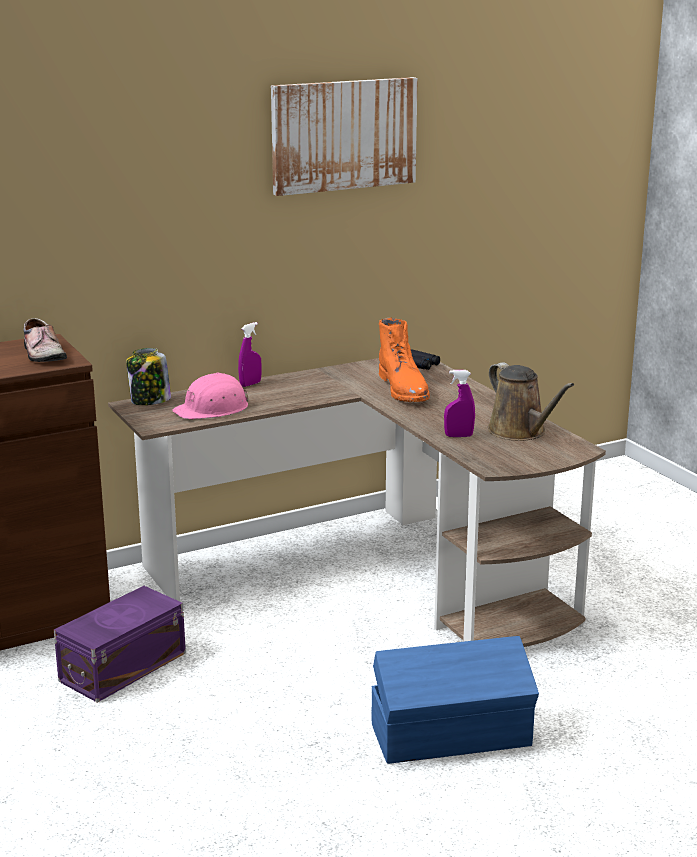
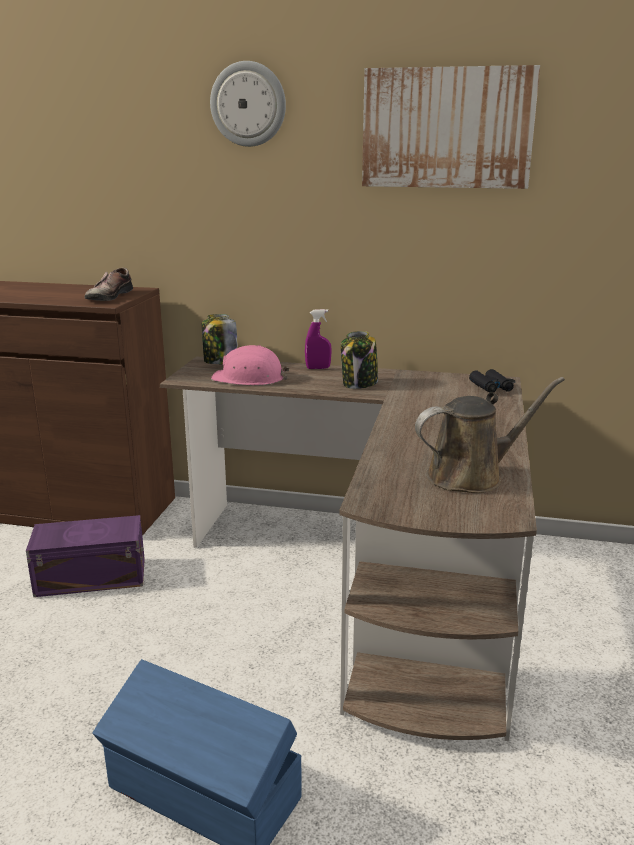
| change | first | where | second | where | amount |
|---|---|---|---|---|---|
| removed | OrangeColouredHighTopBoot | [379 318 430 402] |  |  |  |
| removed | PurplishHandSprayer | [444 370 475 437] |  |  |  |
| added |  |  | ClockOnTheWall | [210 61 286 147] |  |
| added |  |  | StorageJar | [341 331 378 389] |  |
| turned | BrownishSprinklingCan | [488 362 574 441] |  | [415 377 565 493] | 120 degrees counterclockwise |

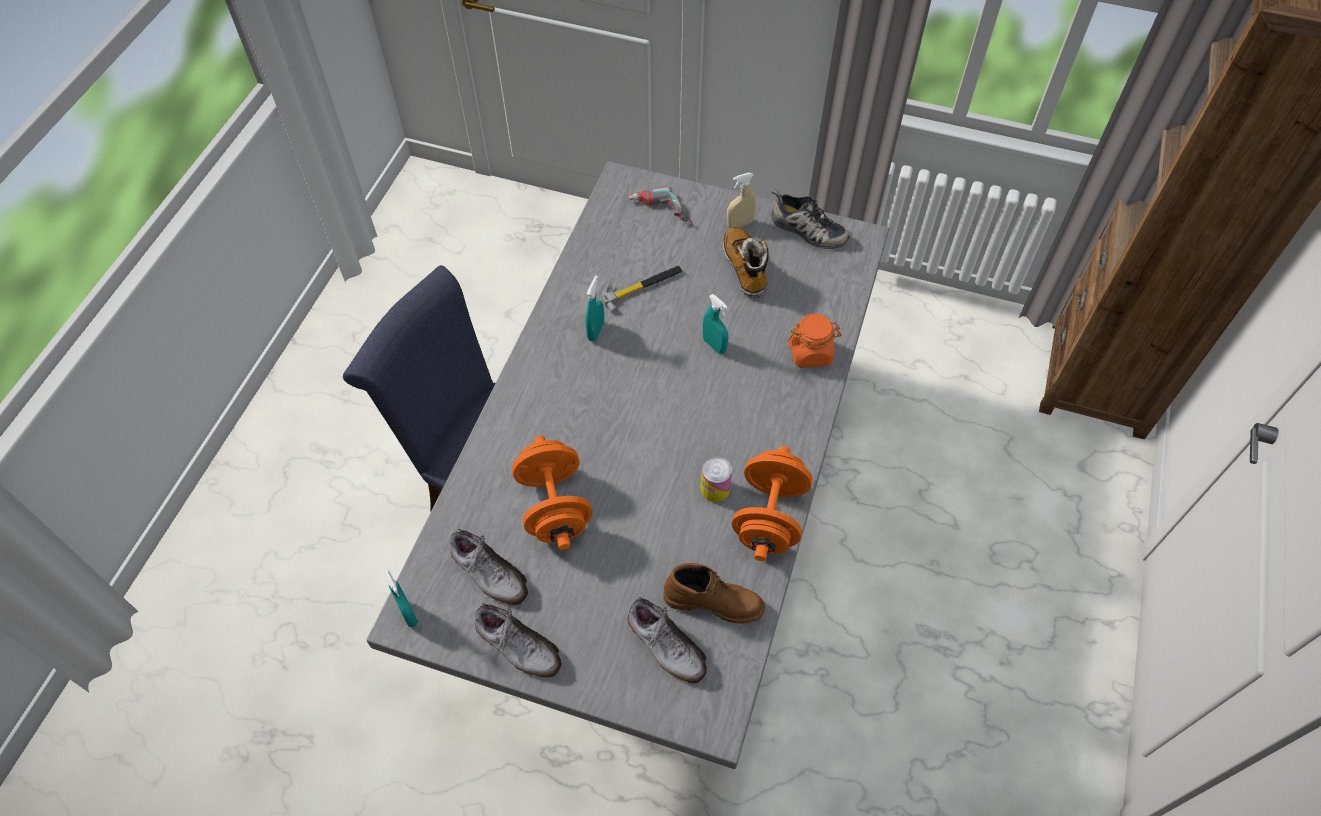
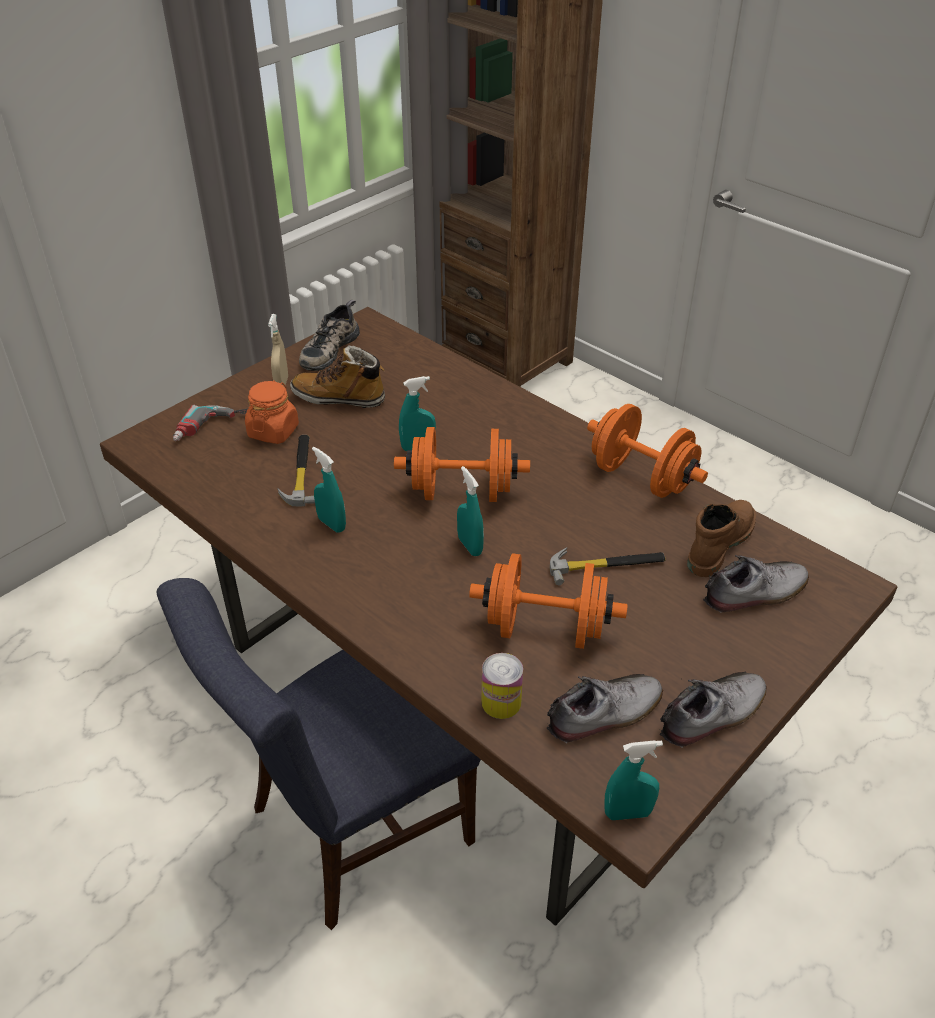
| change | first | where | second | where | amount |
|---|---|---|---|---|---|
| added |  |  | OrangeColouredFreeWeight | [394 427 530 502] |  |
| added |  |  | TurquoiseColouredHandSprayer | [457 466 484 556] |  |
| added |  |  | ToolHammer | [550 547 665 586] |  |
| moved | SealedCan | [700 456 732 502] |  | [481 653 523 719] |  |
| moved | OrangeColouredStorageJar | [788 314 841 368] |  | [245 380 299 444] |  |
| recoloured | GrayKitchenTable | [367 161 889 769] | BrownishKitchenTable | [100 307 897 926] |  |
| turned | LowShoe | [771 190 850 249] |  | [299 300 360 371] | 150 degrees clockwise |

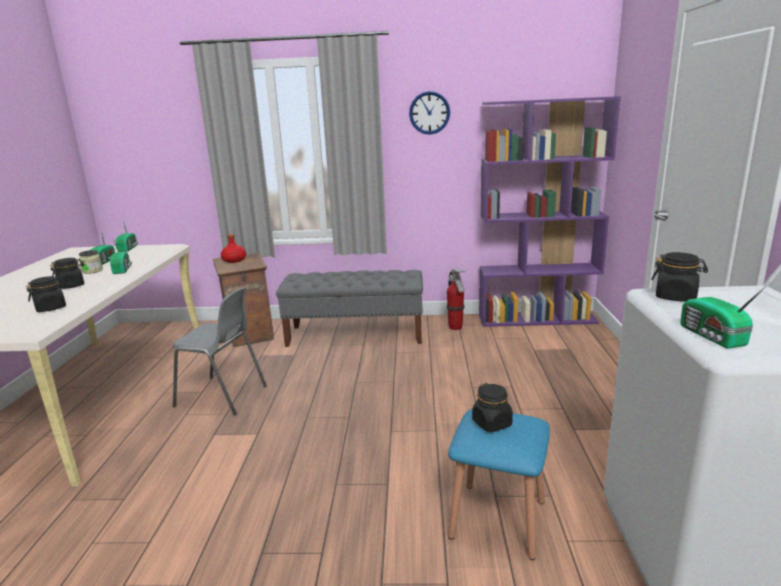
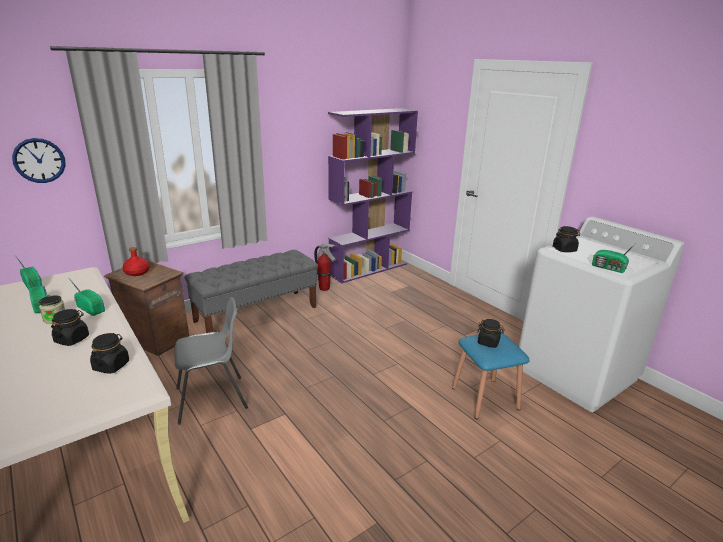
| change | first | where | second | where | amount |
|---|---|---|---|---|---|
| moved | ClockOnTheWall | [409 91 450 135] |  | [12 138 66 183] |  |

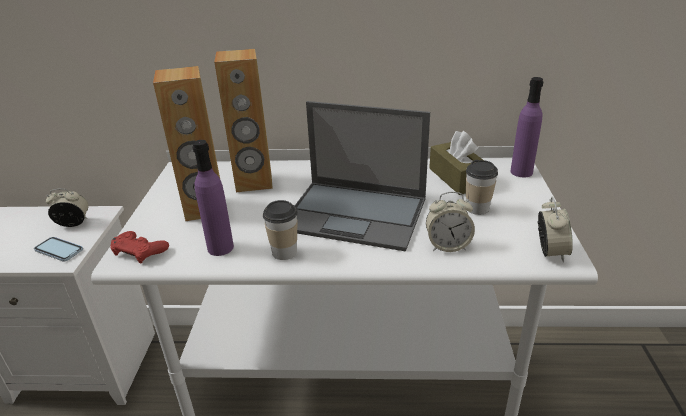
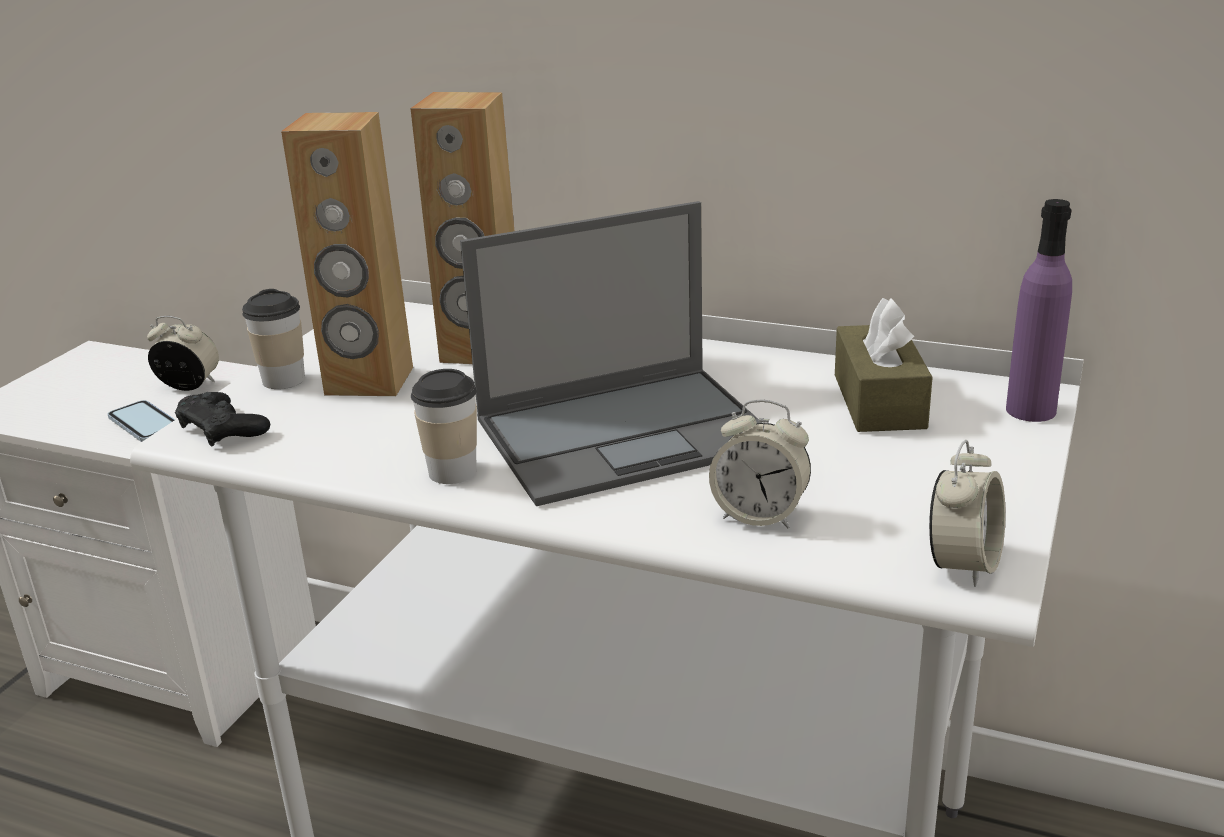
| change | first | where | second | where | amount |
|---|---|---|---|---|---|
| removed | PurplishBeverageBottle | [192 140 234 256] |  |  |  |
| moved | SmallCup | [466 160 498 215] |  | [242 289 305 389] |  |
| recoloured | ReddishGameController | [110 231 169 264] | BlackishGameController | [175 392 270 447] |  |
| turned | PortableComputer | [295 101 430 251] |  | [460 201 762 506] | 60 degrees counterclockwise |

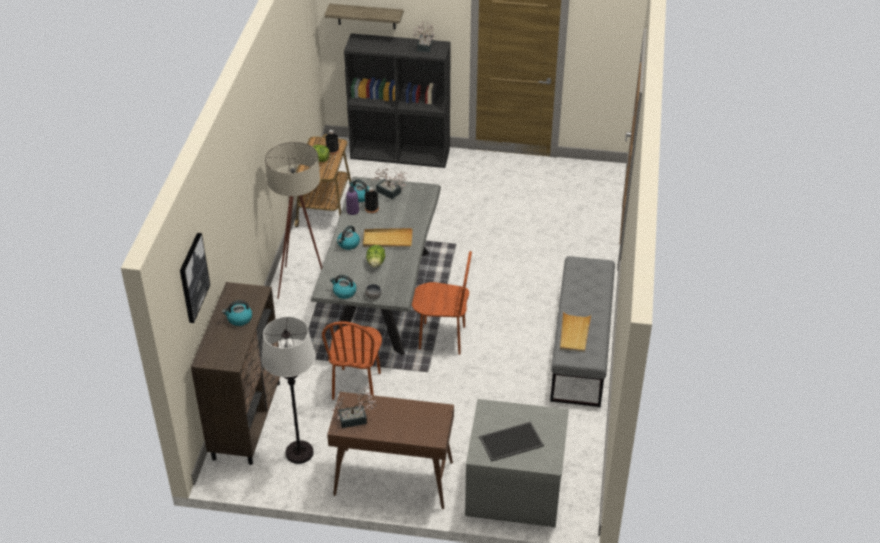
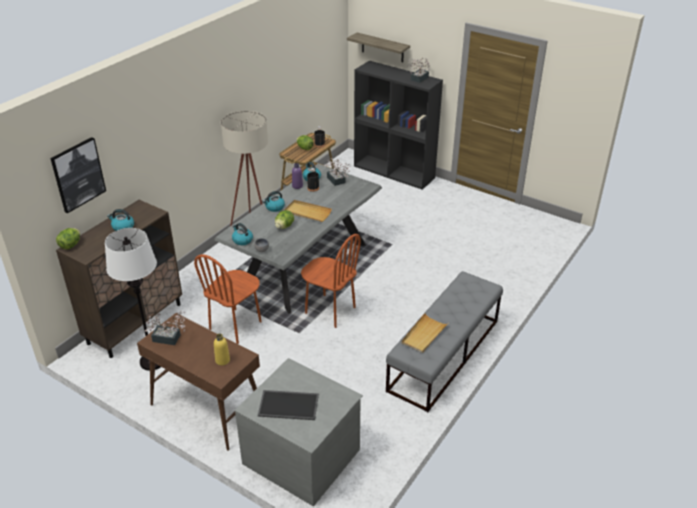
| change | first | where | second | where | amount |
|---|---|---|---|---|---|
| added |  |  | LettuceHead | [56 228 80 249] |  |
| added |  |  | YellowBeverageBottle | [214 333 230 365] |  |

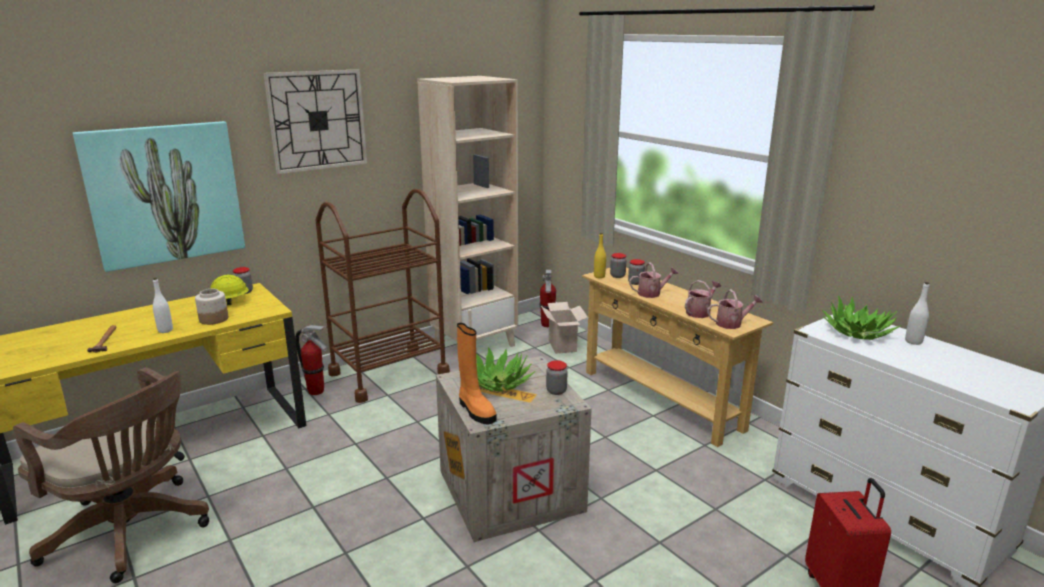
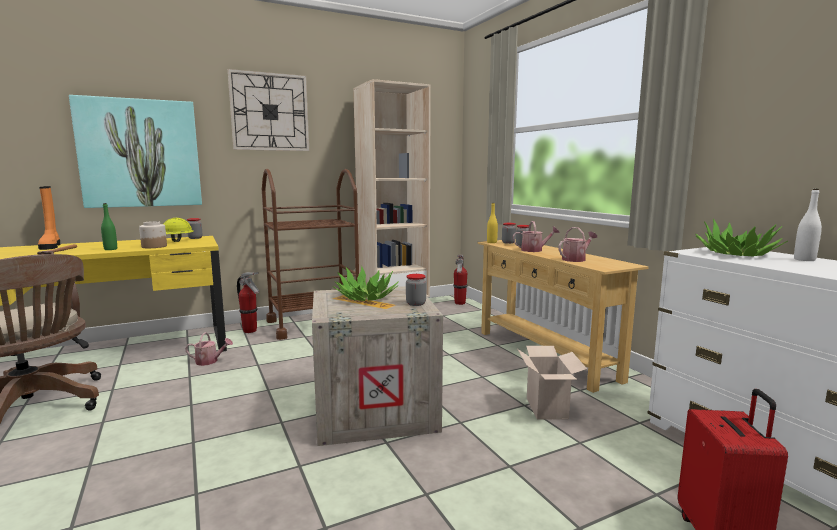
| change | first | where | second | where | amount |
|---|---|---|---|---|---|
| moved | OrangeColouredHighTopBoot | [457 323 496 424] |  | [38 186 60 250] |  |
| moved | Carton | [541 302 588 354] |  | [517 346 587 420] |  |
| moved | SprinklingCan | [707 289 763 329] |  | [185 332 233 366] |  |
| recoloured | WhiteBeverageBottle | [153 278 173 333] | GreenBeverageBottle | [101 203 117 250] |  |

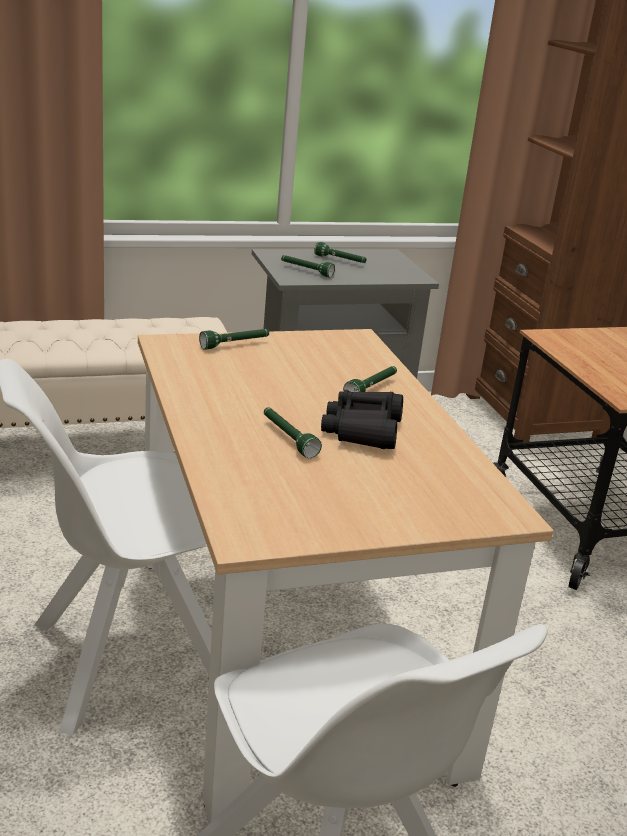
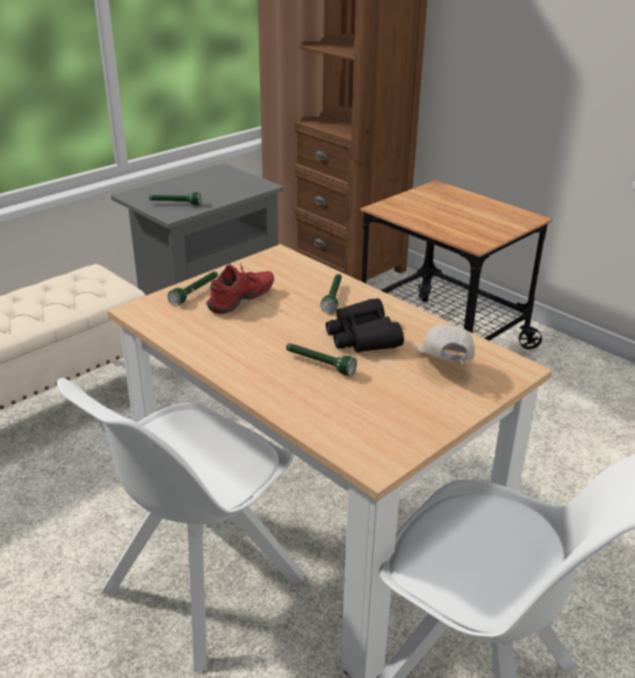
| change | first | where | second | where | amount |
|---|---|---|---|---|---|
| removed | GreenTorch | [314 242 367 263] |  |  |  |
| added |  |  | ReddishLowShoe | [206 263 274 314] |  |
| added |  |  | WhiteCap | [417 324 474 364] |  |

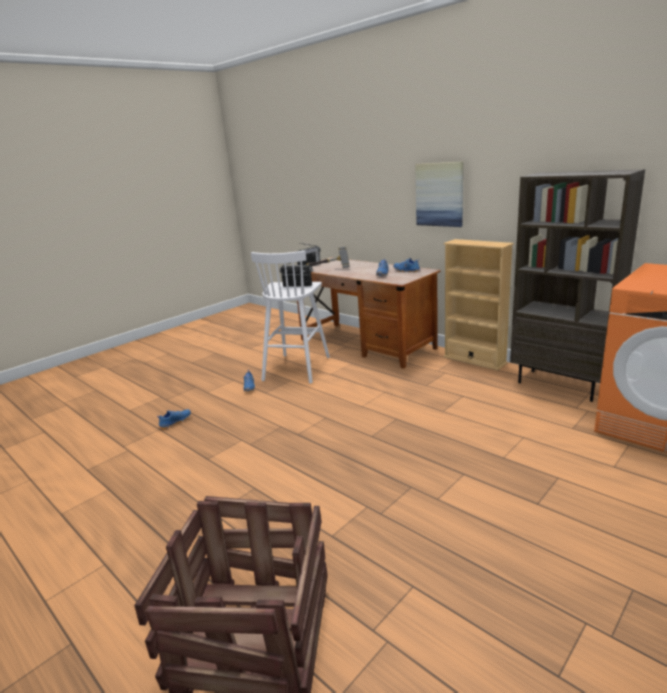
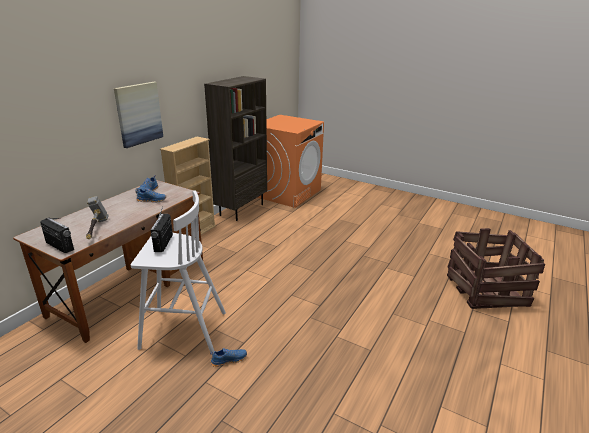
| change | first | where | second | where | amount |
|---|---|---|---|---|---|
| removed | BlueLowShoe | [157 409 191 429] |  |  |  |

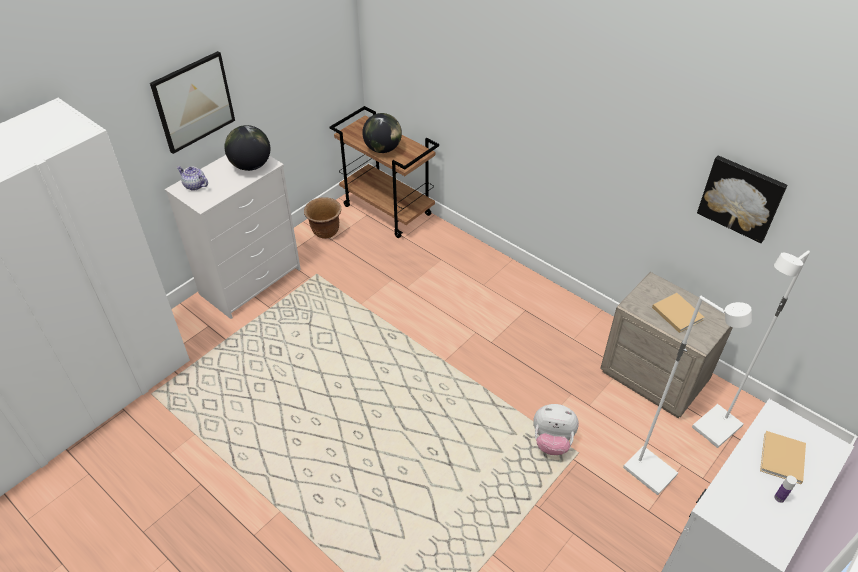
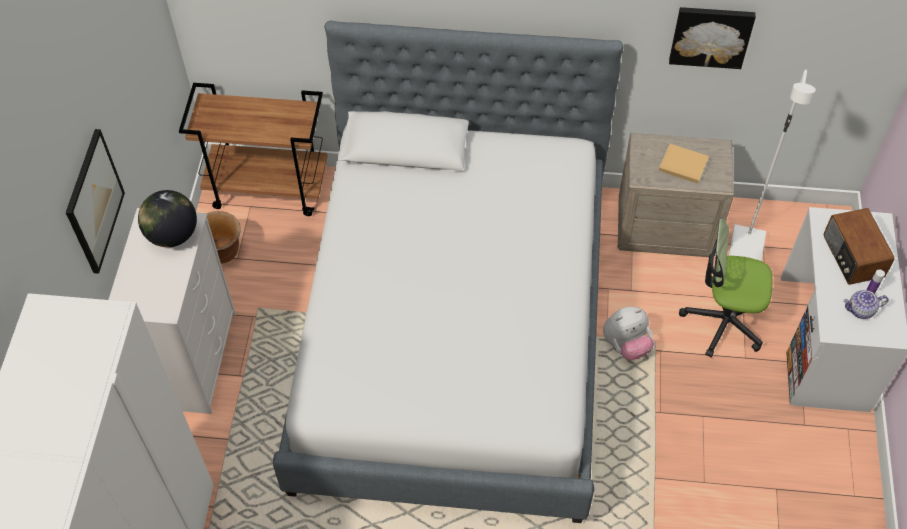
| change | first | where | second | where | amount |
|---|---|---|---|---|---|
| removed | Globe | [362 113 402 153] |  |  |  |
| added |  |  | Bed | [273 20 624 523] |  |
| moved | Teapot | [177 166 208 191] |  | [843 290 888 319] |  |
| replaced | WhiteStandingLamp | [623 296 752 495] | OfficeChair | [679 218 772 357] |  |
| replaced | BeigeColouredBoundBook | [760 431 806 484] | Radio | [824 208 895 285] |  |

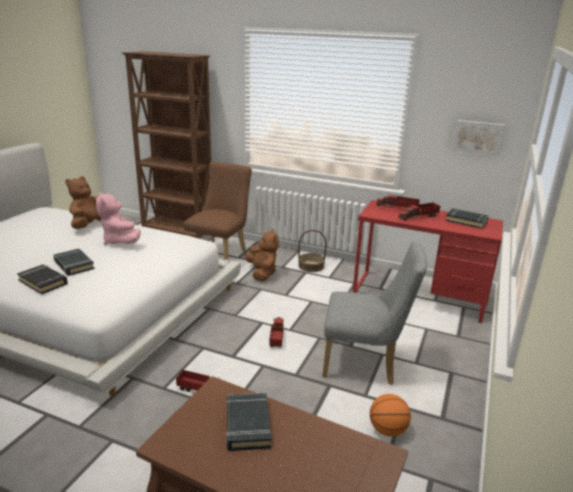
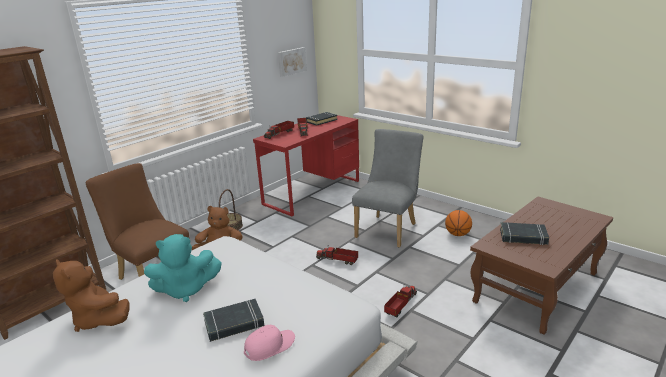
| change | first | where | second | where | amount |
|---|---|---|---|---|---|
| replaced | BlackishBoundBook | [17 265 68 294] | PinkCap | [244 325 295 361] |  |
| recoloured | PinkSoftToy | [96 192 141 245] | TurquoiseColouredSoftToy | [144 234 222 302] |  |

